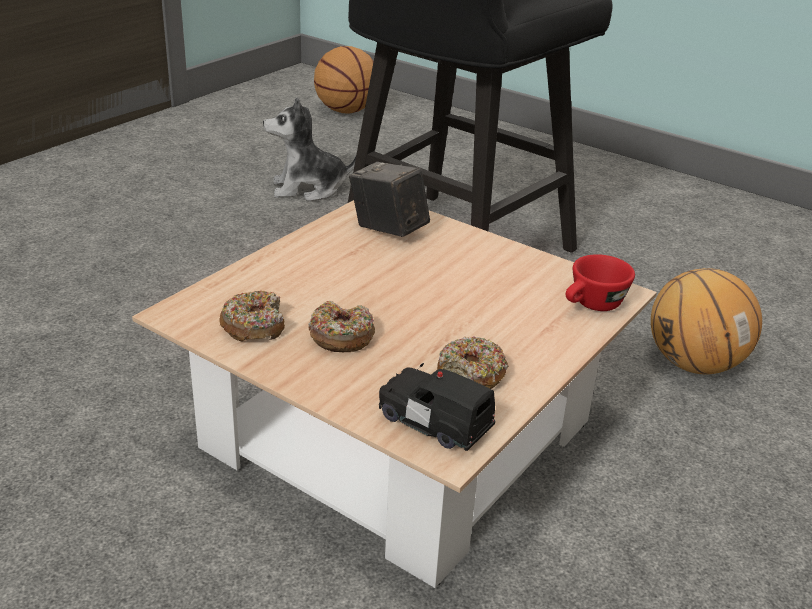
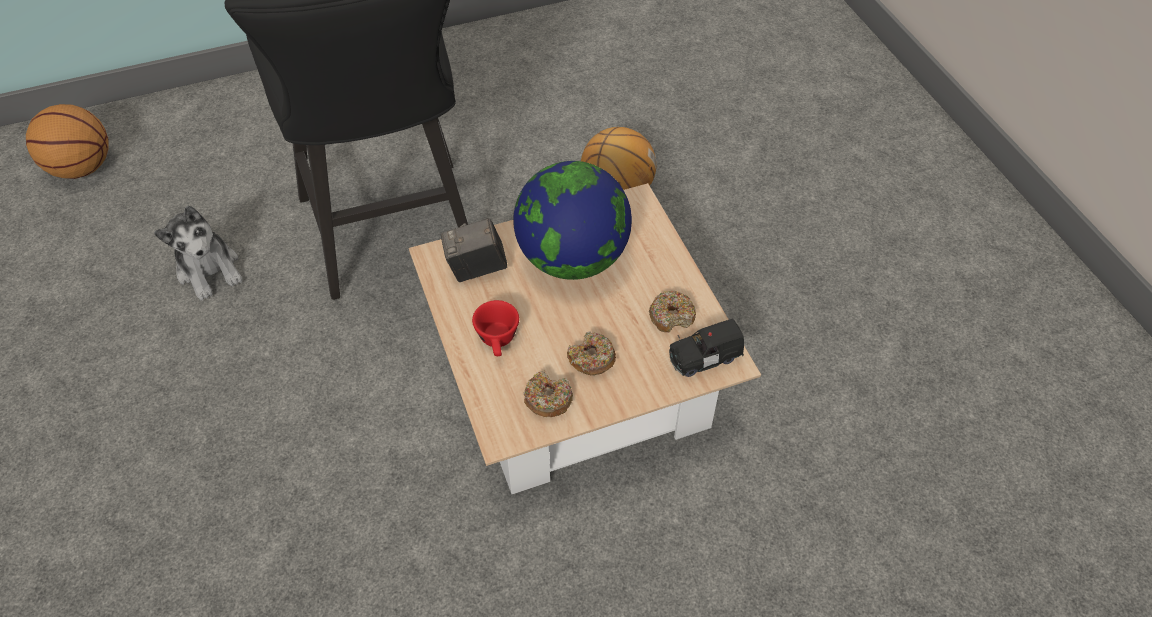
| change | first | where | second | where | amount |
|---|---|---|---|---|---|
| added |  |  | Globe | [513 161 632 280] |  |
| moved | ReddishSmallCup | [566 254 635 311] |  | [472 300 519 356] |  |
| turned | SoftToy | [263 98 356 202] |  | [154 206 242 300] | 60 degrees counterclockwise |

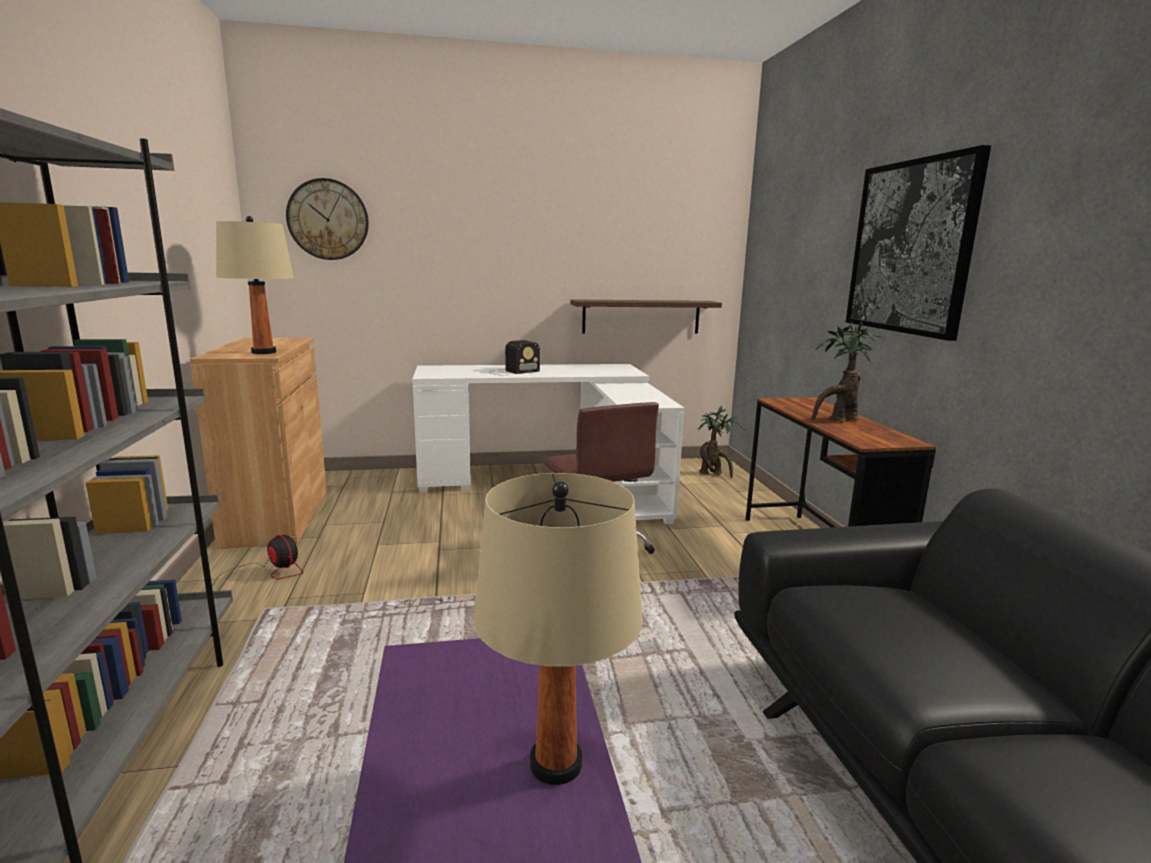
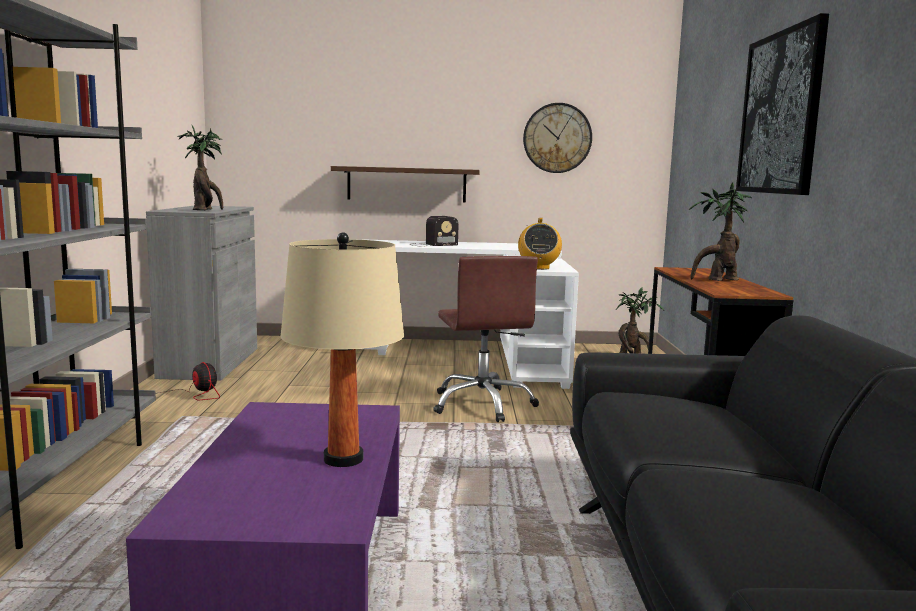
| change | first | where | second | where | amount |
|---|---|---|---|---|---|
| added |  |  | Radio | [518 218 562 270] |  |
| moved | ClockOnTheWall | [286 178 369 260] |  | [523 103 592 173] |  |
| moved | WallShelf | [570 299 722 334] |  | [331 166 480 203] |  |
| replaced | BeigeColouredTabletopLamp | [216 216 294 354] | Houseplant | [178 126 223 210] |  |
| recoloured | BrownishCabinet | [190 338 327 549] | GrayCabinet | [146 206 257 381] |  |

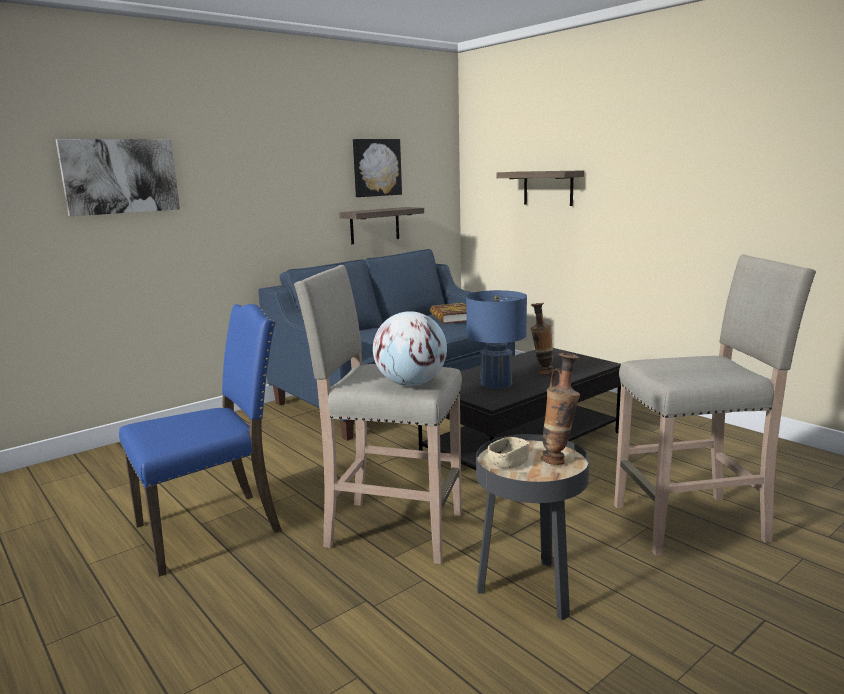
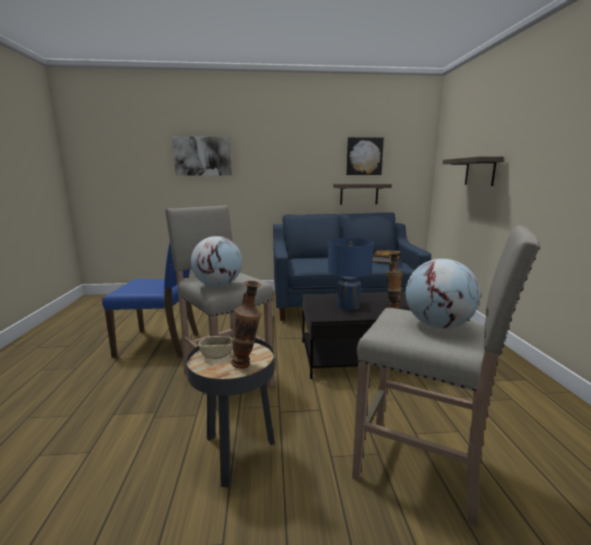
| change | first | where | second | where | amount |
|---|---|---|---|---|---|
| added |  |  | Globe | [406 259 481 328] |  |

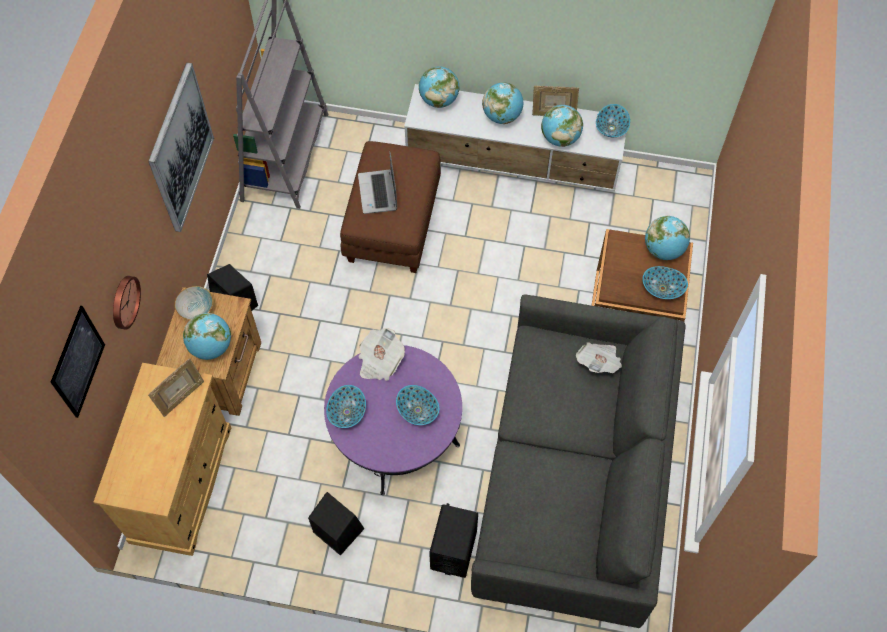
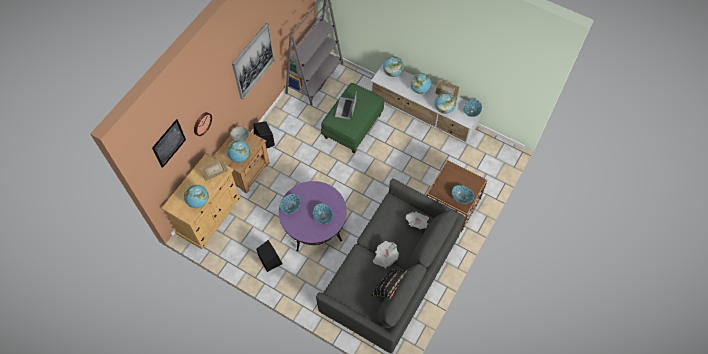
| change | first | where | second | where | amount |
|---|---|---|---|---|---|
| removed | BlackishLoudspeaker | [429 503 478 578] |  |  |  |
| added |  |  | BlackishCushion | [371 269 411 299] |  |
| moved | DailyPaper | [359 328 405 381] |  | [373 241 399 268] |  |
| moved | Globe | [645 216 690 260] |  | [184 184 209 208] |  |
| recoloured | BrownishOttoman | [340 141 441 273] | GreenOttoman | [321 83 384 153] |  |

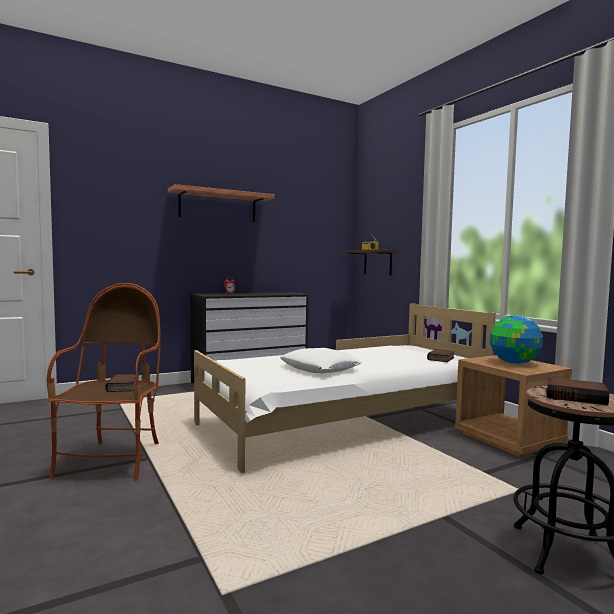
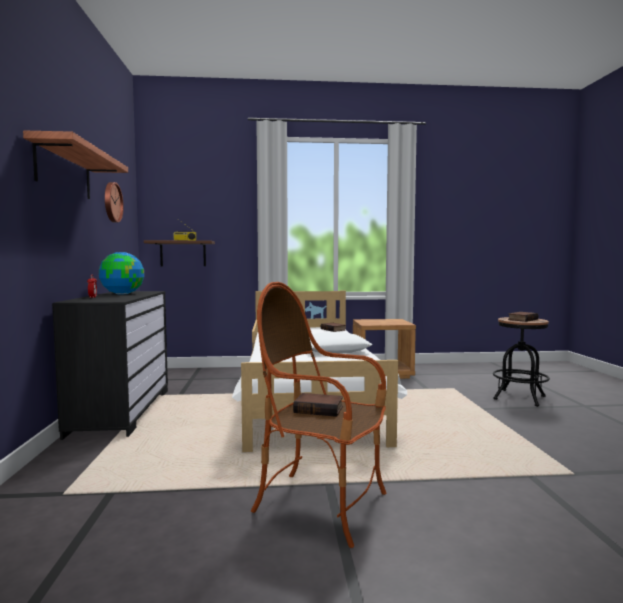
| change | first | where | second | where | amount |
|---|---|---|---|---|---|
| added |  |  | ClockOnTheWall | [105 182 124 222] |  |
| moved | Globe | [490 315 543 364] |  | [99 252 144 294] |  |

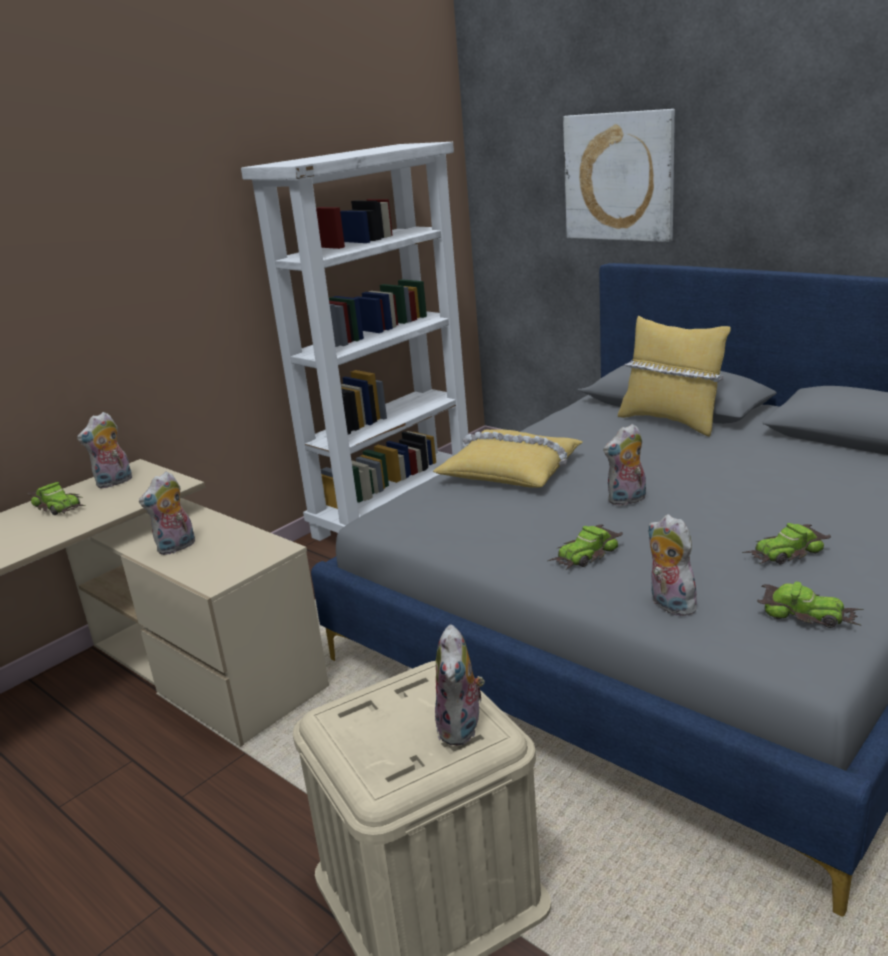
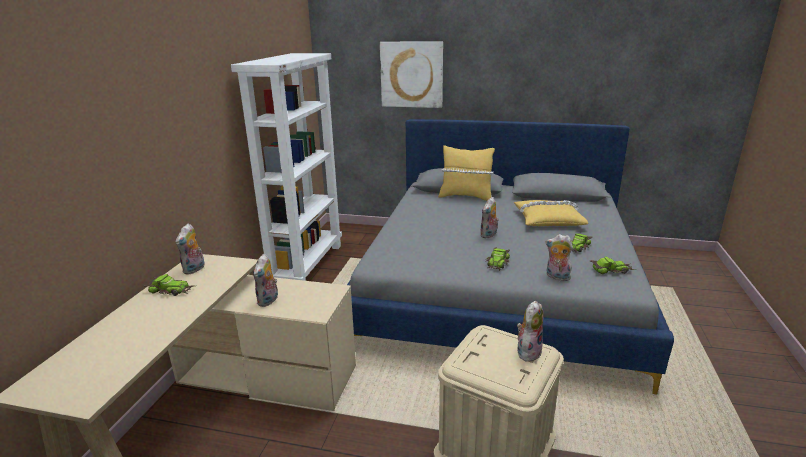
| change | first | where | second | where | amount |
|---|---|---|---|---|---|
| moved | YellowCushion | [433 429 582 488] |  | [514 200 588 226] |  |
| turned | SoftToy | [435 624 485 746] |  | [517 301 543 362] | 120 degrees counterclockwise |

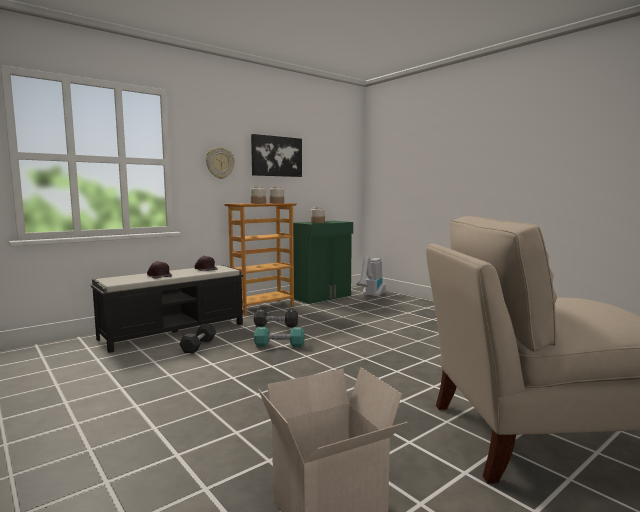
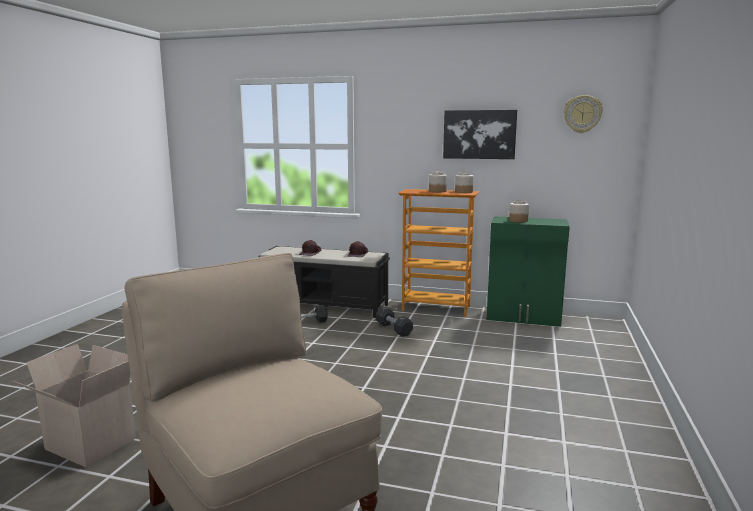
| change | first | where | second | where | amount |
|---|---|---|---|---|---|
| removed | TurquoiseColouredFreeWeight | [254 327 305 347] |  |  |  |
| removed | Hoover | [356 255 386 297] |  |  |  |
| moved | ClockOnTheWall | [206 147 235 179] |  | [564 95 603 133] |  |

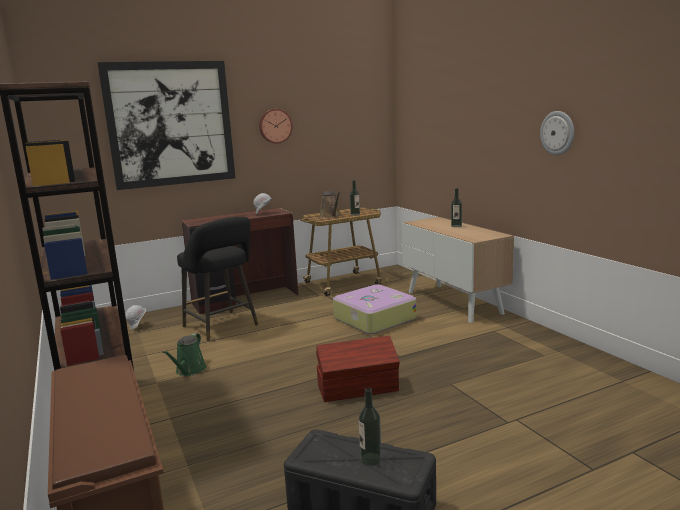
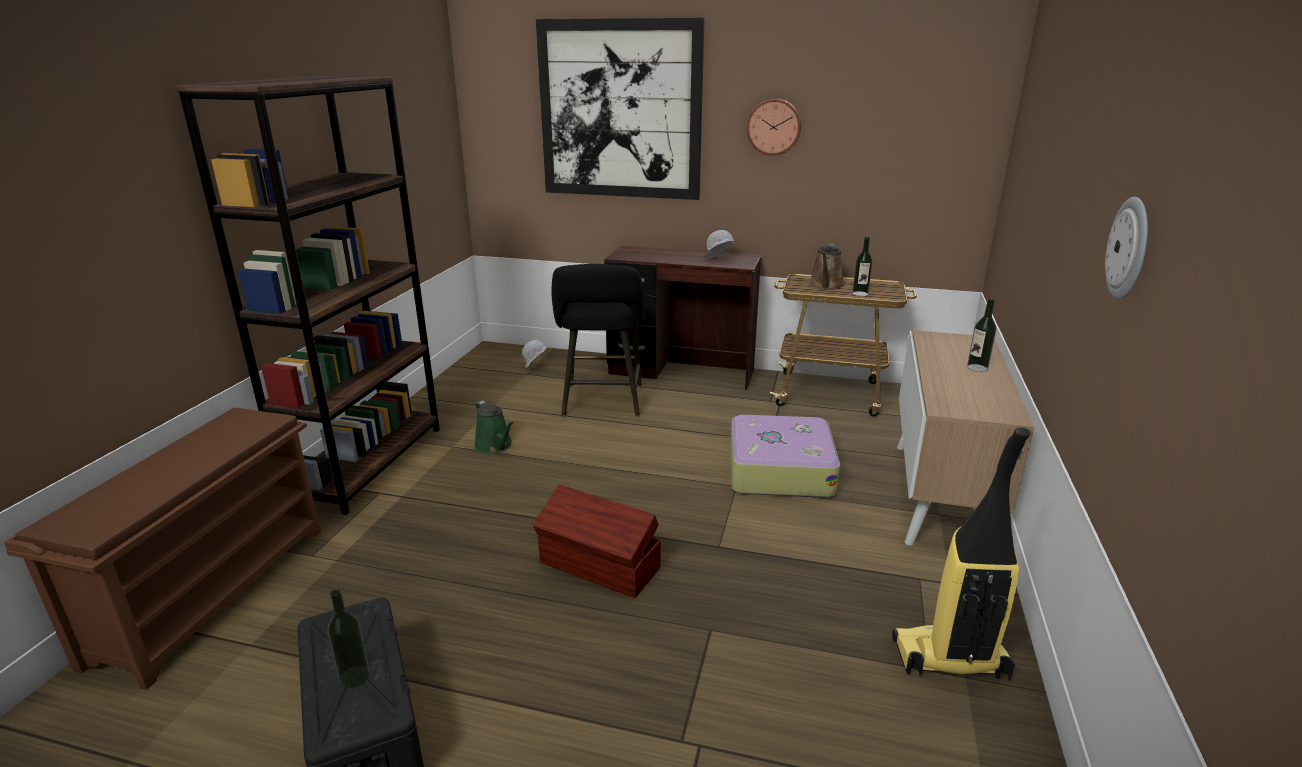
| change | first | where | second | where | amount |
|---|---|---|---|---|---|
| added |  |  | Hoover | [892 427 1030 680] |  |
| turned | GreenSprinklingCan | [162 333 207 376] |  | [474 401 514 454] | 90 degrees counterclockwise |

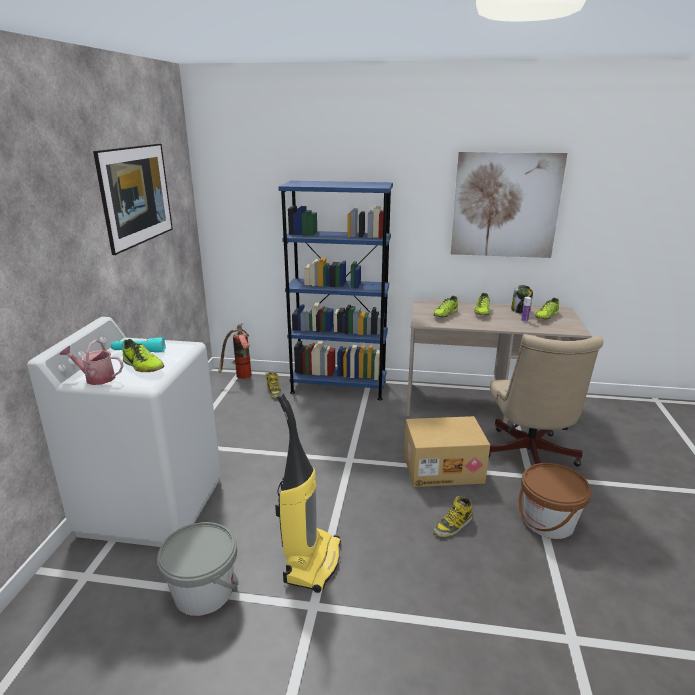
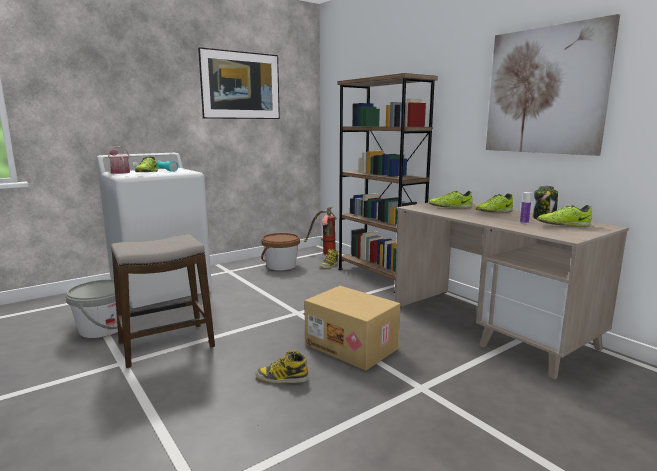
| change | first | where | second | where | amount |
|---|---|---|---|---|---|
| removed | BeigeColouredOfficeChair | [489 334 603 466] |  |  |  |
| moved | BrownishPail | [519 463 591 539] |  | [261 233 300 270] |  |
| replaced | Hoover | [275 393 341 593] | SittingStool | [111 234 215 368] |  |
| recoloured | BlueBookcase | [278 181 393 400] | BrownishBookcase | [338 73 438 293] |  |

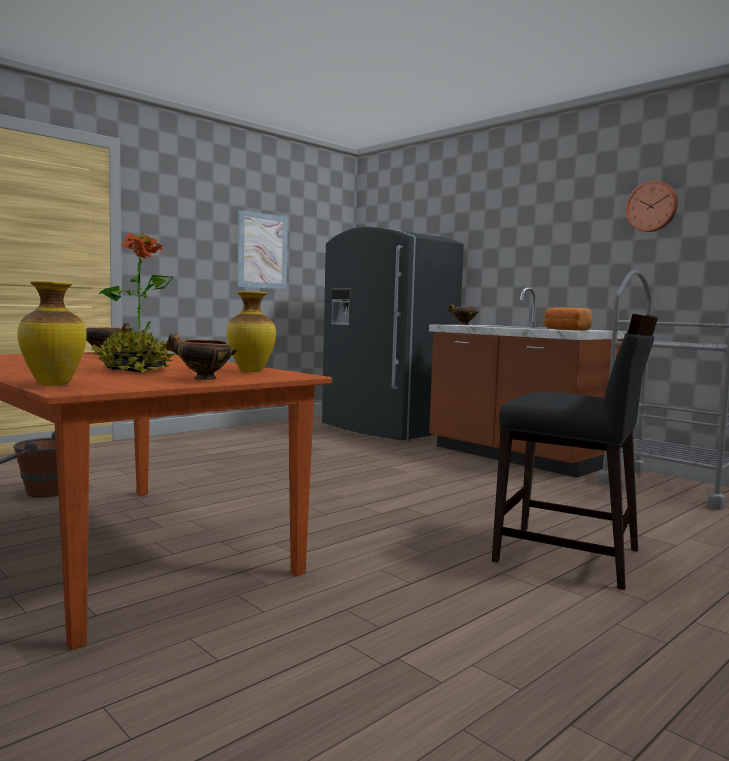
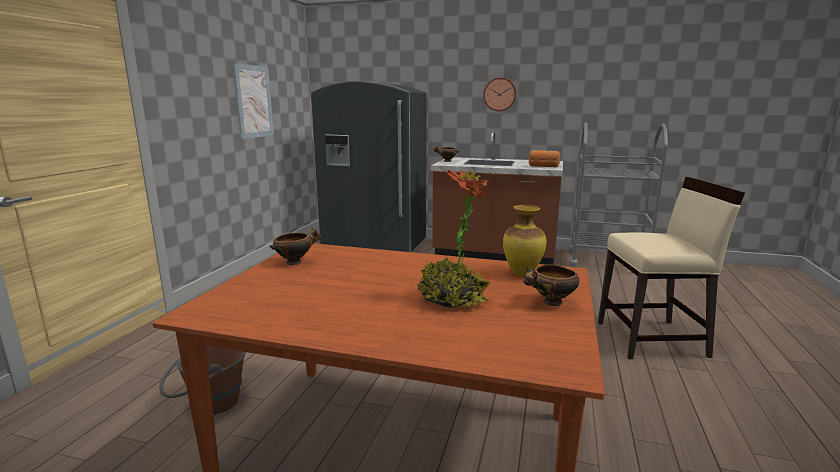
| change | first | where | second | where | amount |
|---|---|---|---|---|---|
| removed | DecorativeVase | [17 281 87 386] |  |  |  |
| moved | ClockOnTheWall | [626 181 678 232] |  | [483 77 516 111] |  |
| recoloured | BlackishPlainChair | [492 314 658 590] | BeigeColouredPlainChair | [598 177 745 359] |  |

